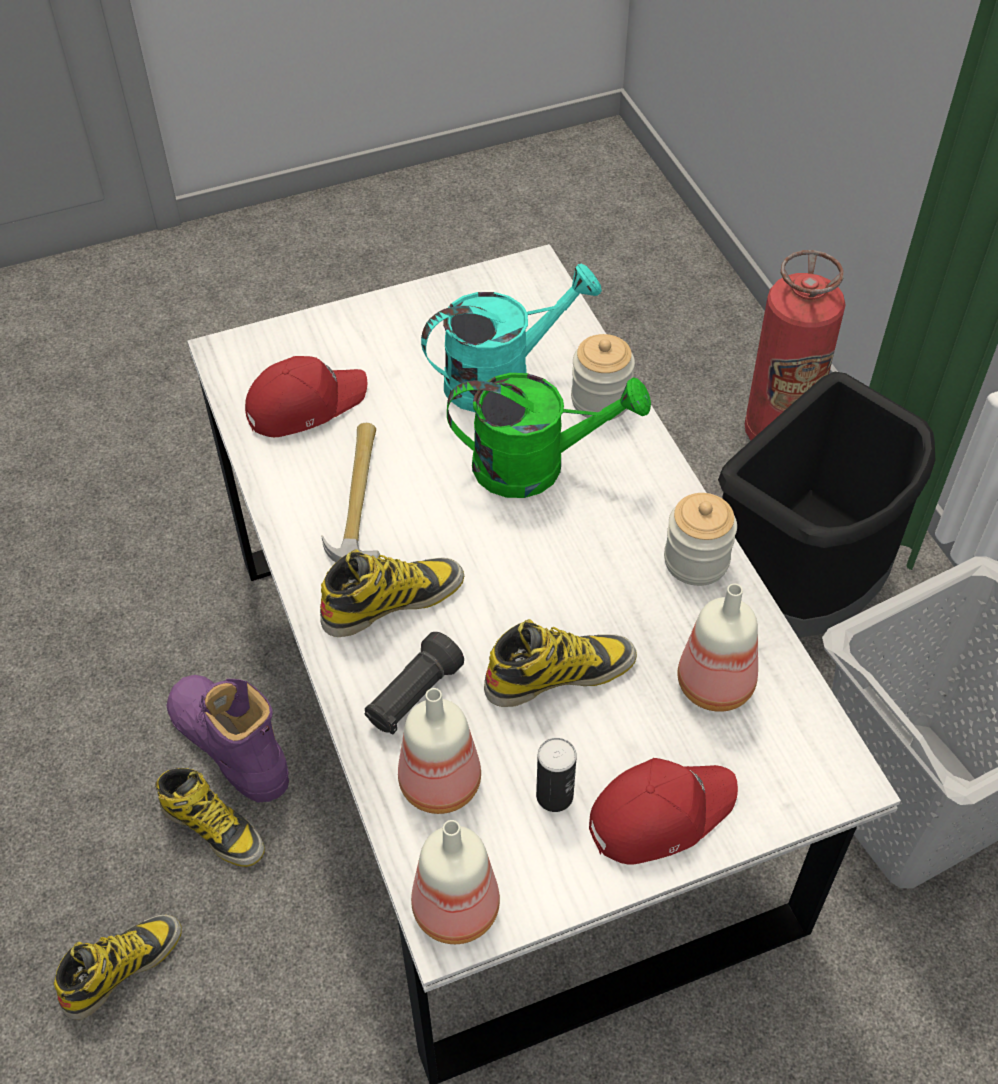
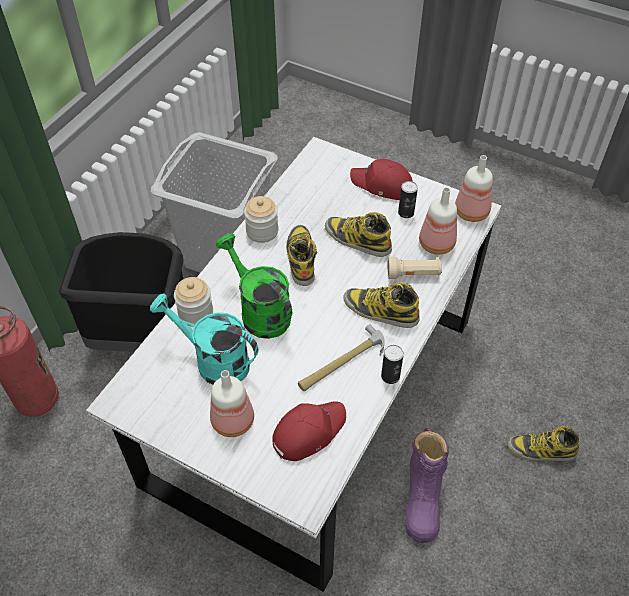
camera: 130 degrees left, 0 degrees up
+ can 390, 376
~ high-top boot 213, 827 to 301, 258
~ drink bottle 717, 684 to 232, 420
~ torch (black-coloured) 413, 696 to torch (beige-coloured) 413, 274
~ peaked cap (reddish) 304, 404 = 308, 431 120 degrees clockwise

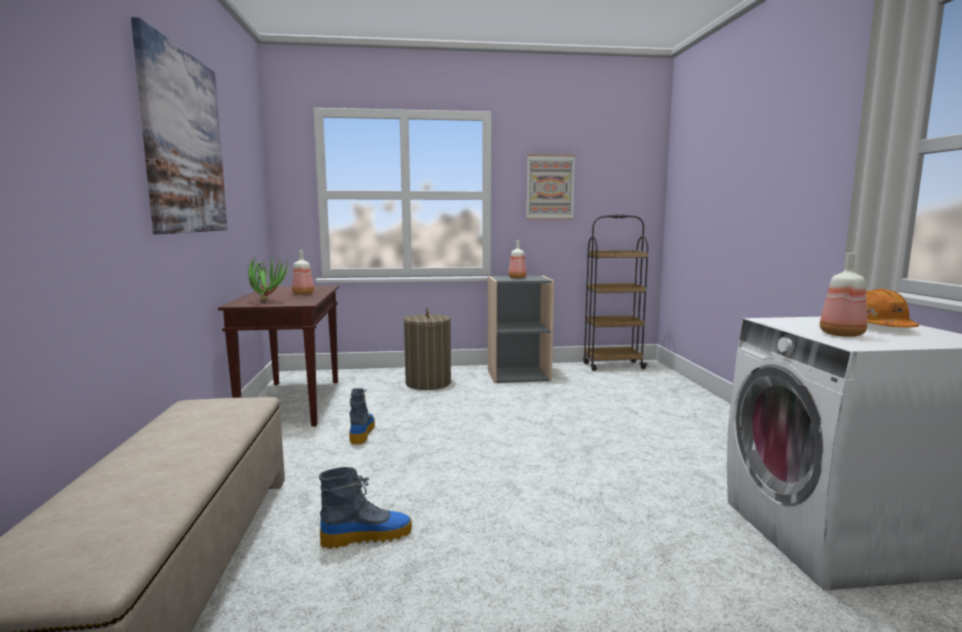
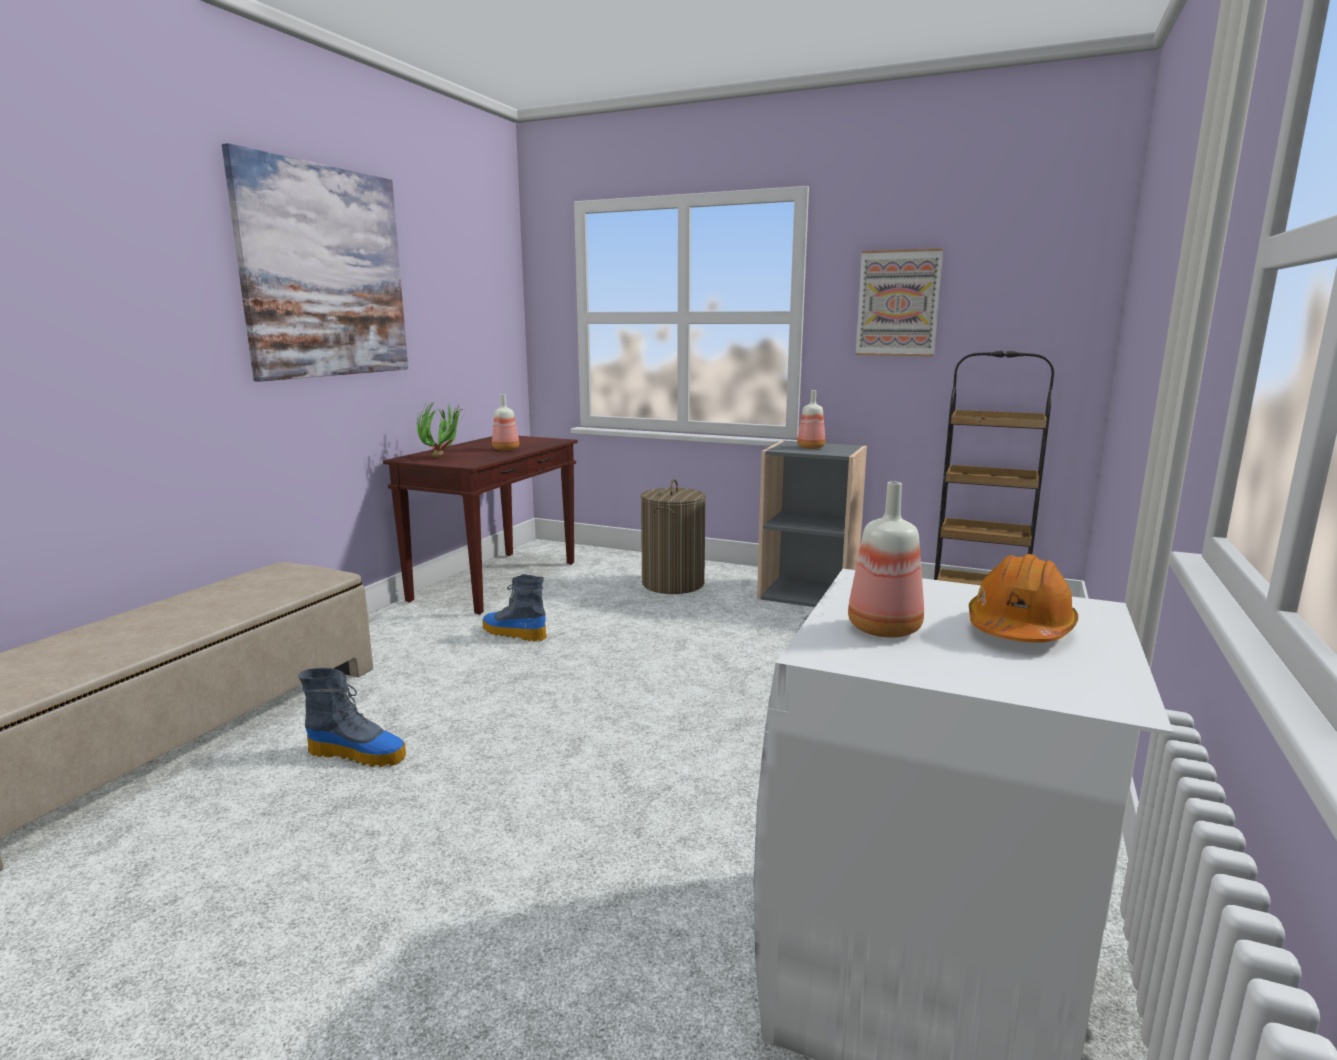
camera: 30 degrees right, 5 degrees up
~ high-top boot 361, 433 = 513, 633 90 degrees counterclockwise

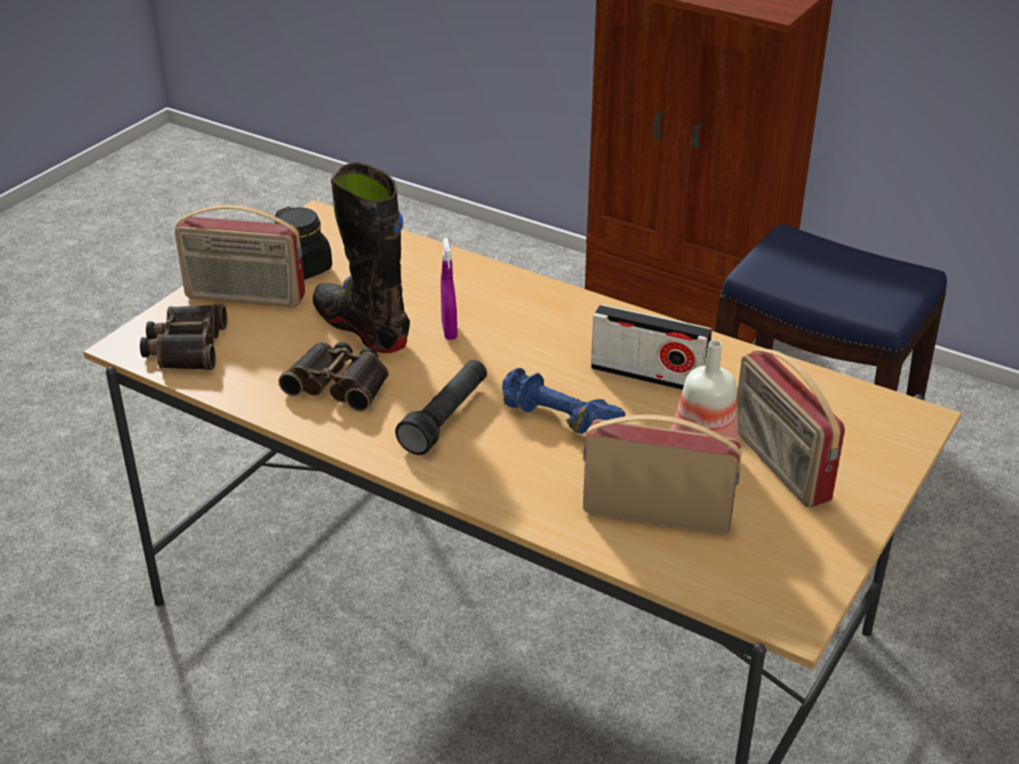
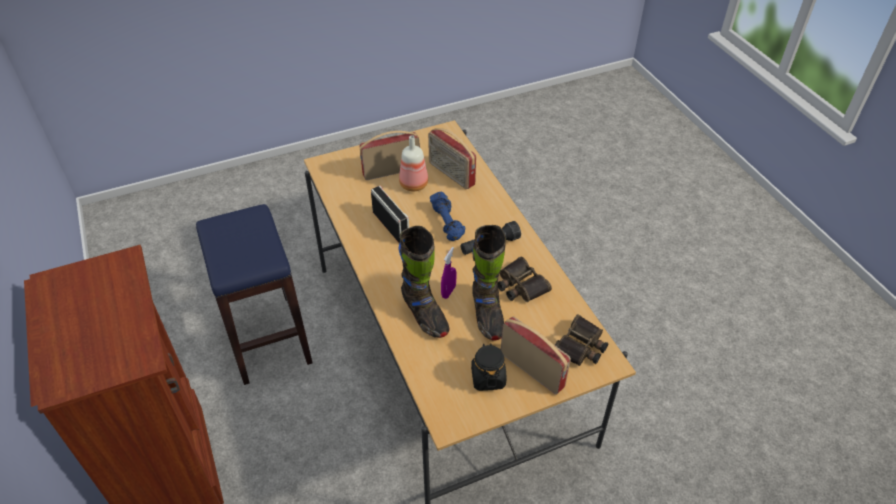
camera: 145 degrees left, 10 degrees up
+ high-top boot (black-coloured) 424, 315
~ radio receiver 778, 465 = 391, 171 120 degrees counterclockwise

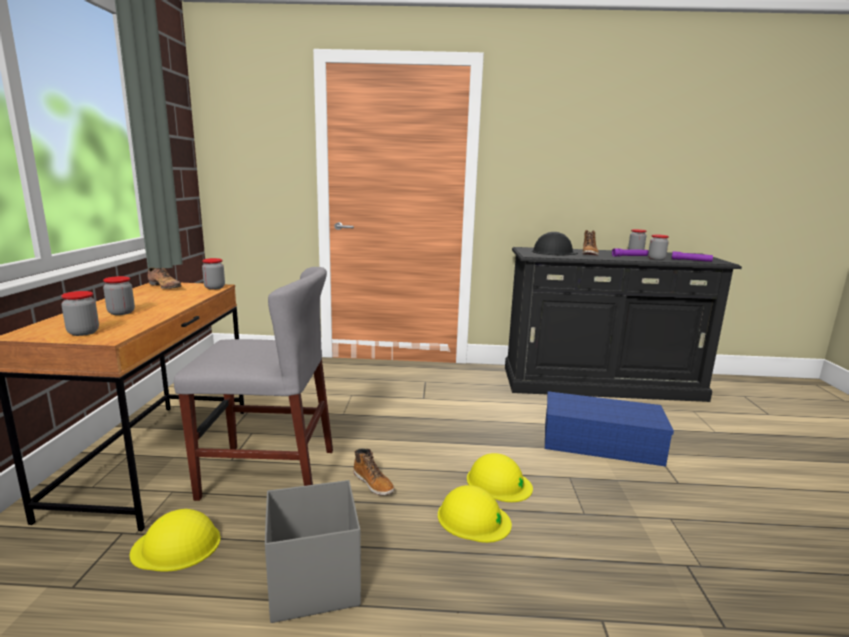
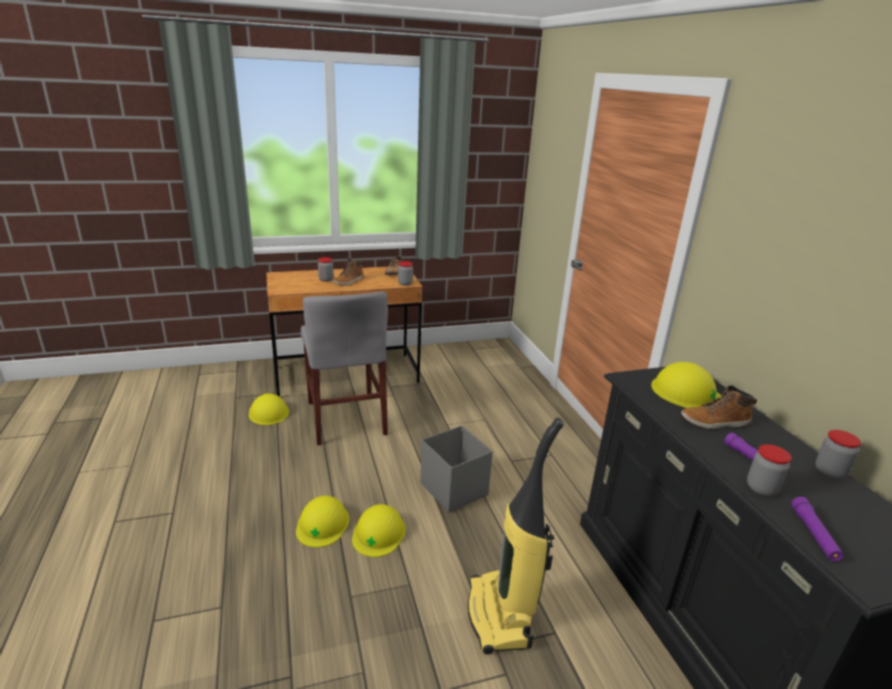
camera: 70 degrees right, 10 degrees up
- storage jar 83, 332
~ storage bin (gray) 312, 583 to 453, 488
~ high-top boot 373, 483 to 349, 281
~ storage bin (blue-coloured) 602, 443 to vacuum 501, 615
~ hard hat (black-coloured) 554, 252 to hard hat (yellow) 686, 393

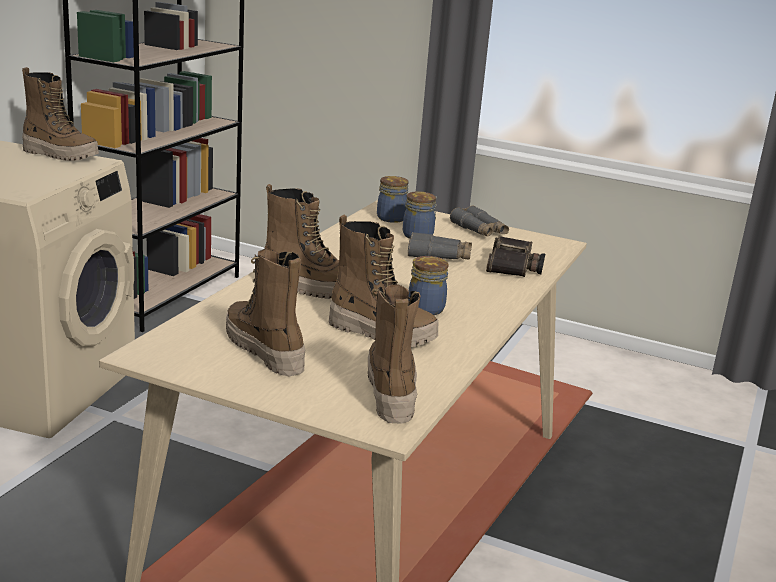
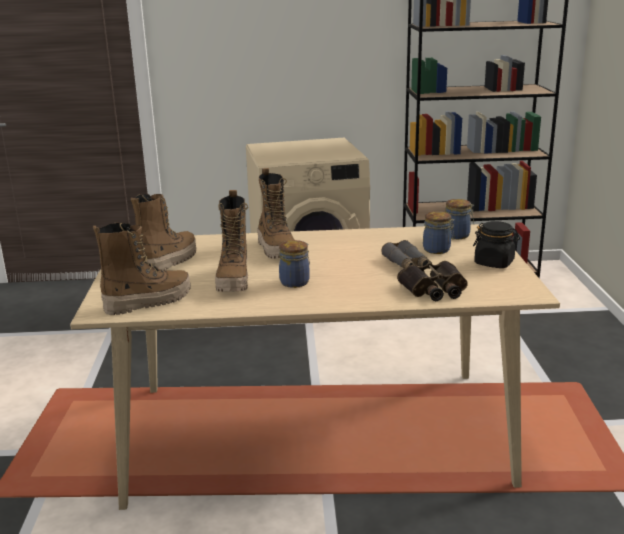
camera: 65 degrees right, 0 degrees up
- high-top boot 60, 155
~ field glasses (gray) 479, 230 to storage jar (black-coloured) 494, 263

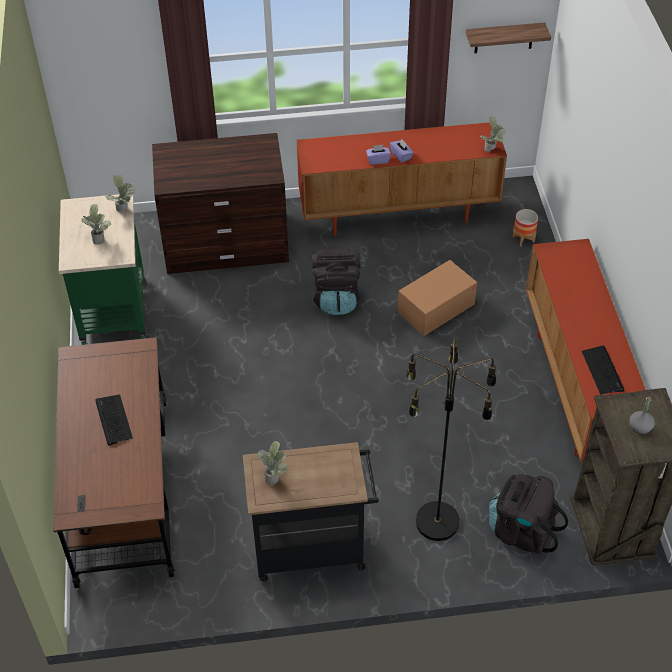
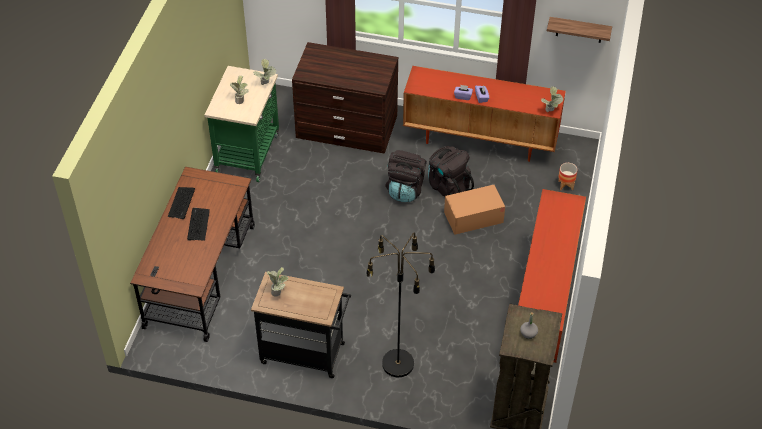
camera: 20 degrees right, 0 degrees up
~ knapsack (black-coloured) 522, 531 to 448, 186
~ keyboard 602, 370 to 181, 203

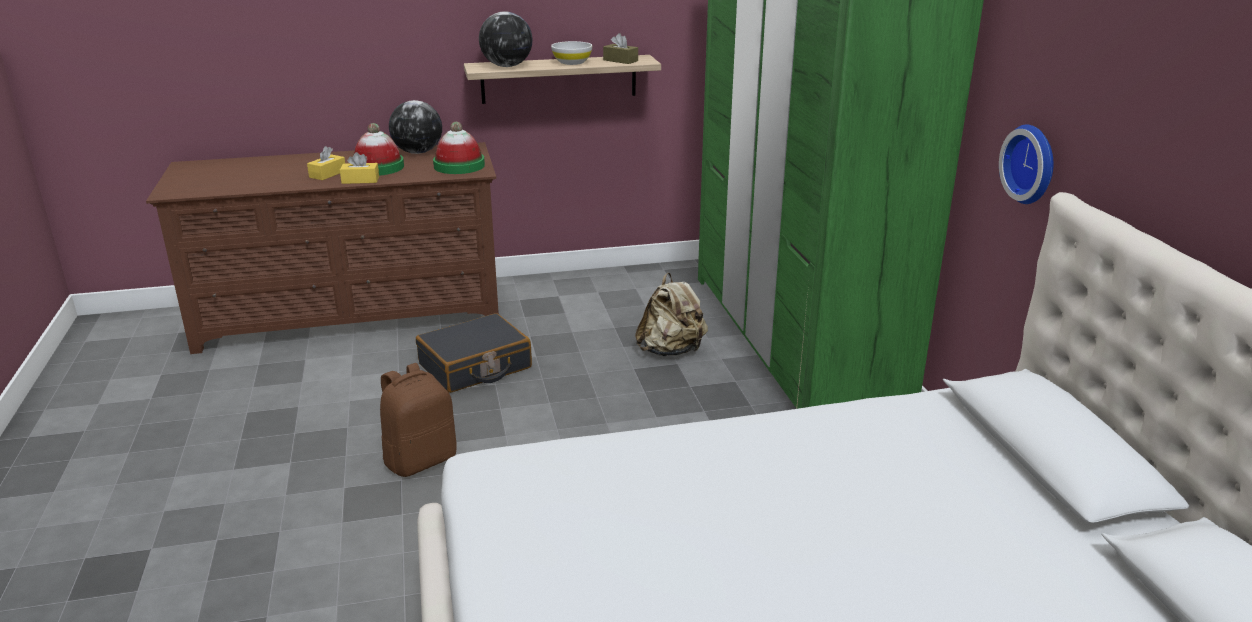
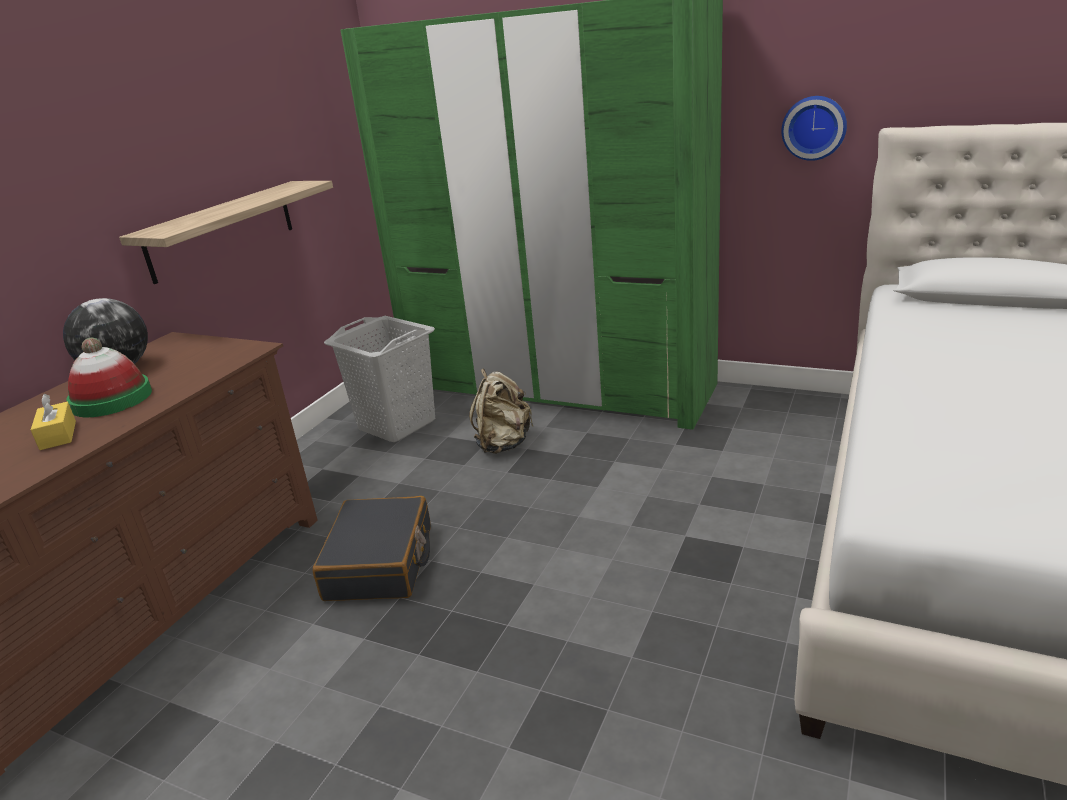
camera: 50 degrees left, 0 degrees up
- tissue box (yellow) 360, 180
- knapsack (brownish) 420, 460
- wearable hat 459, 166
- desk globe 506, 66
- bowl (white-coloured) 572, 62
- tissue box (brownish) 620, 60
+ washing basket (gray) 397, 424

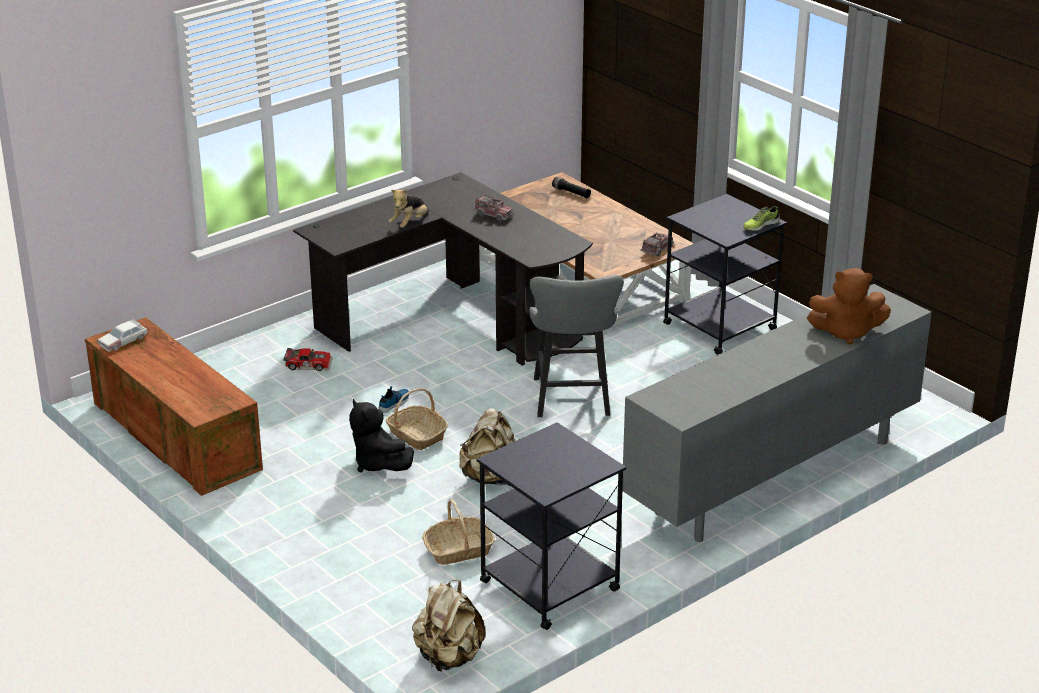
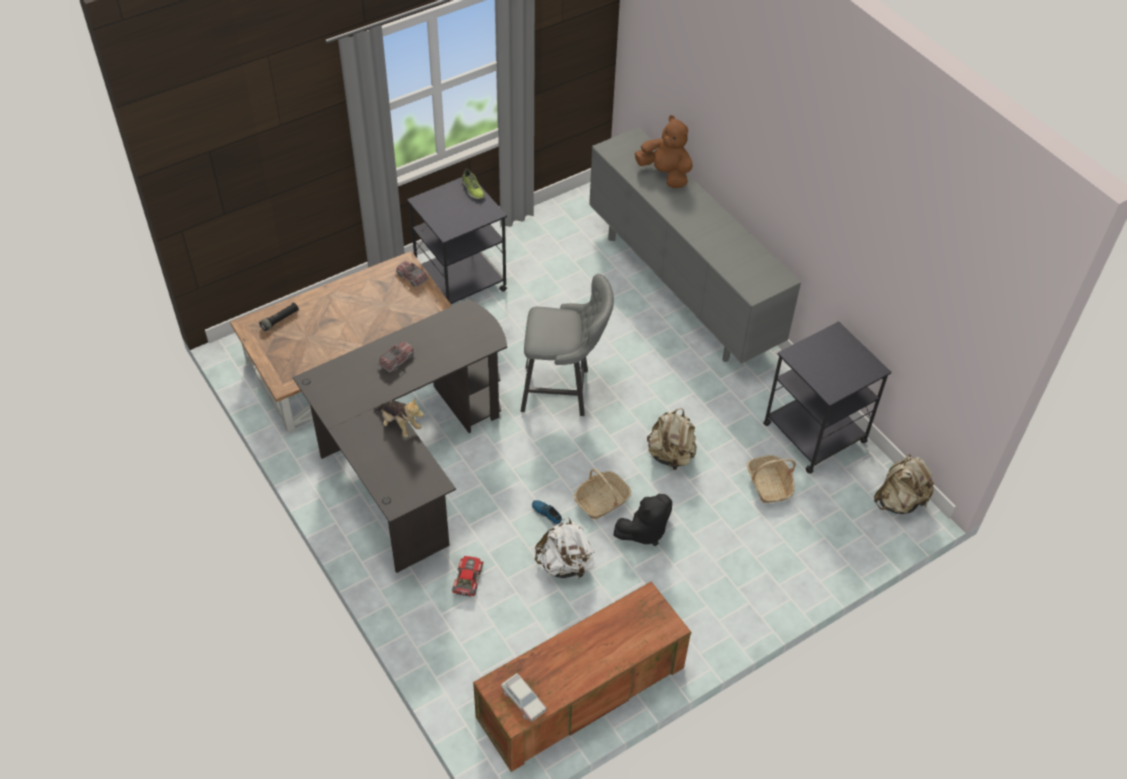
camera: 85 degrees left, 20 degrees up
+ knapsack (white-coloured) 565, 565
~ plush toy (brownish) 846, 332 = 665, 174 60 degrees counterclockwise

